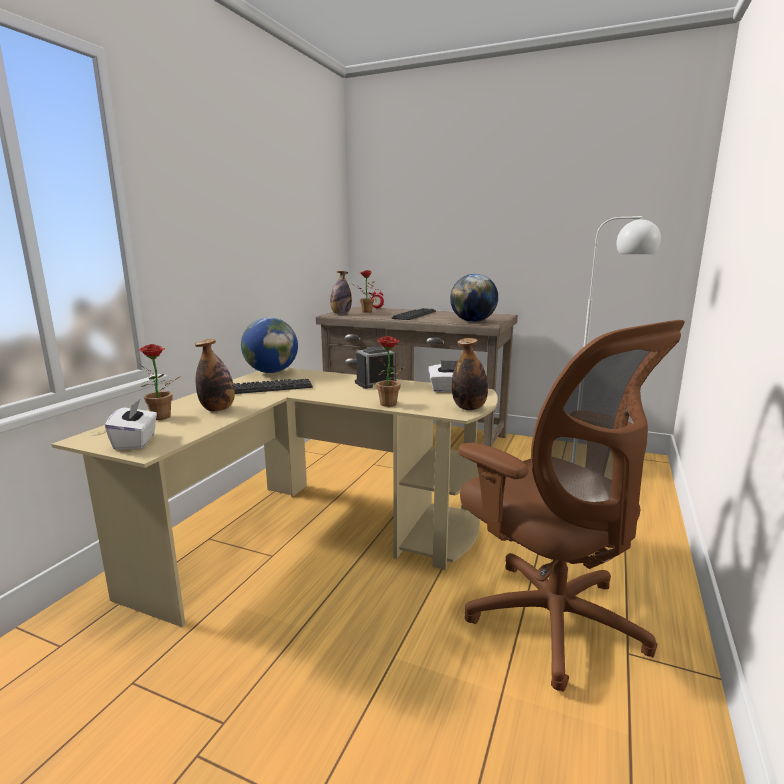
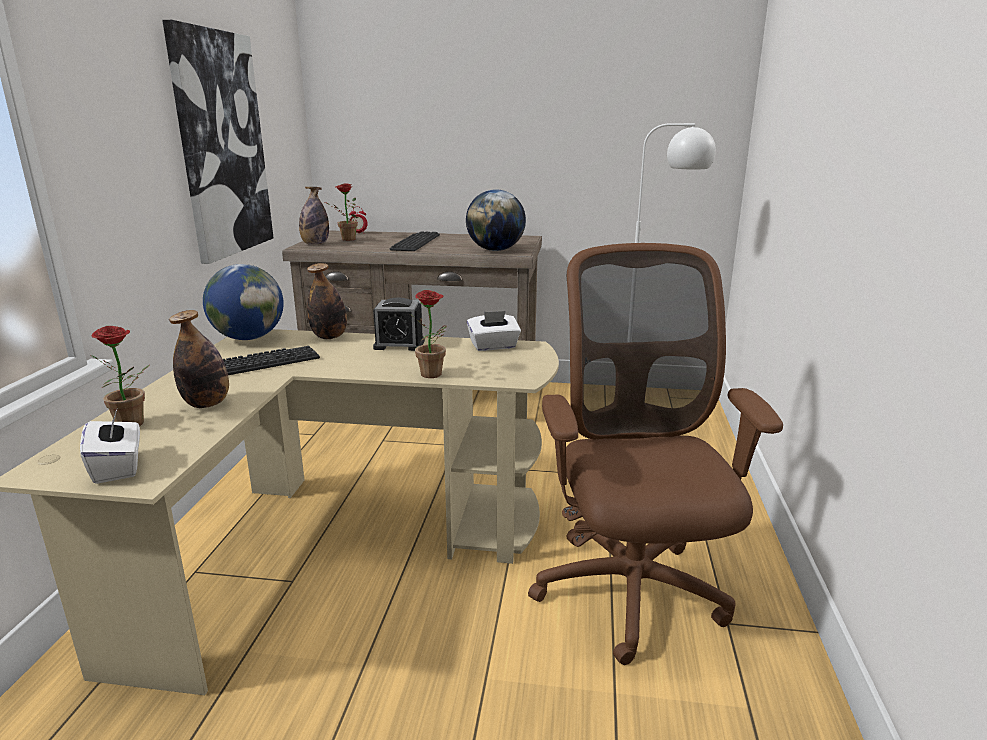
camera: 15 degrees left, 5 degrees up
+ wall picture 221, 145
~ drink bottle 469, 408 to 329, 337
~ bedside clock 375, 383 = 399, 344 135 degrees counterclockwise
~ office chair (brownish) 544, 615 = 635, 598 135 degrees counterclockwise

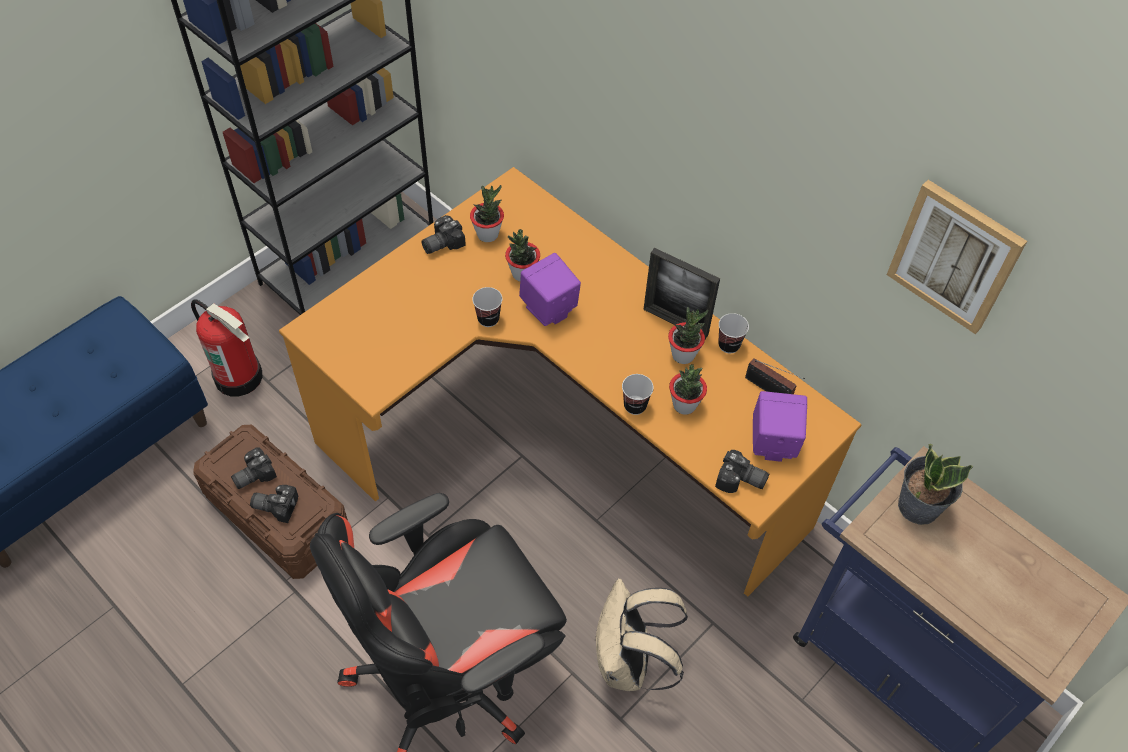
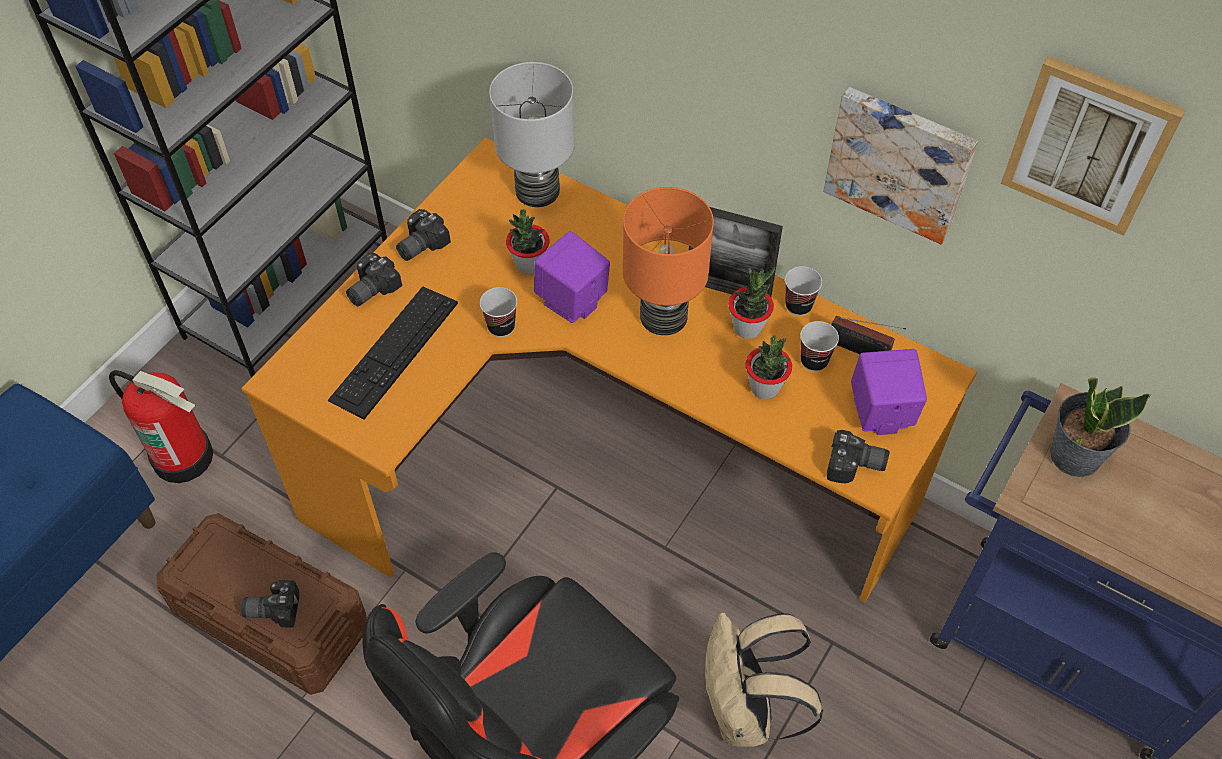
camera: 10 degrees left, 0 degrees up
- plant in a pot 488, 234
+ keyboard 394, 351
+ table lamp (gray) 538, 191
+ table lamp (orange) 664, 317
+ wall picture 900, 162
~ still camera 252, 474 to 370, 289
~ cup 635, 406 to 814, 361

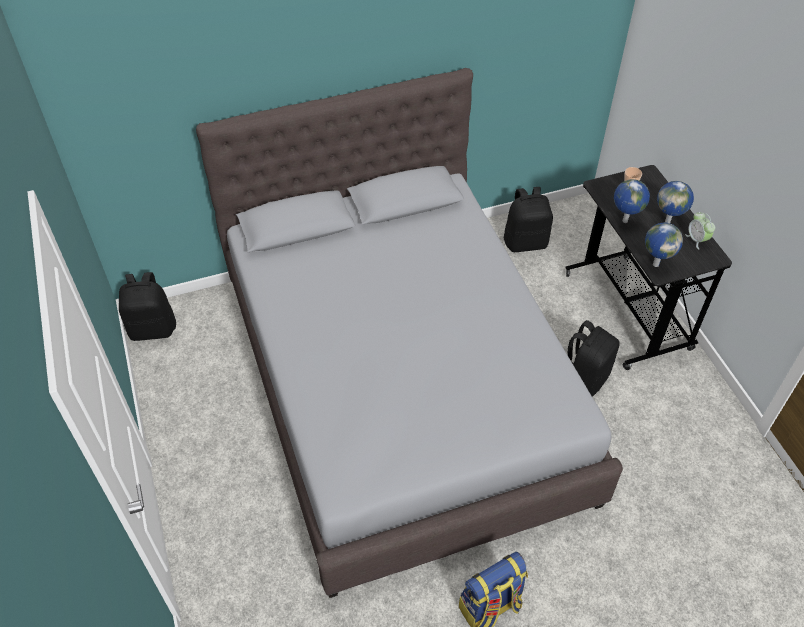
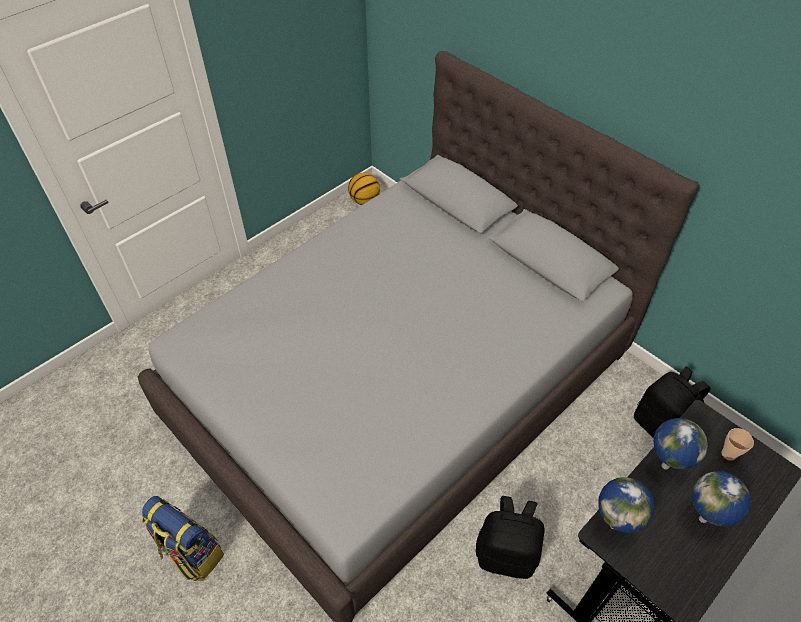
camera: 65 degrees right, 0 degrees up
- bedside clock 697, 240
~ knapsack (black-coloured) 153, 328 to ball for basketball 364, 200

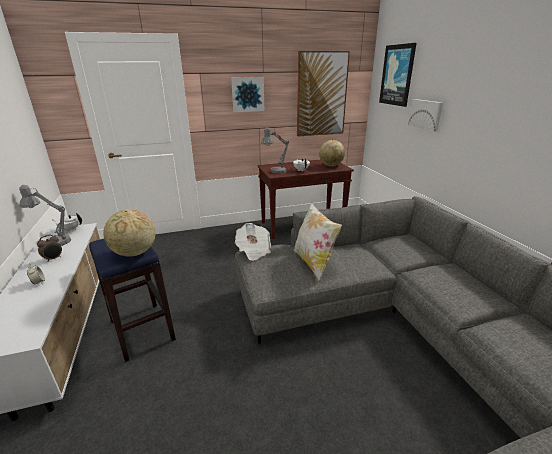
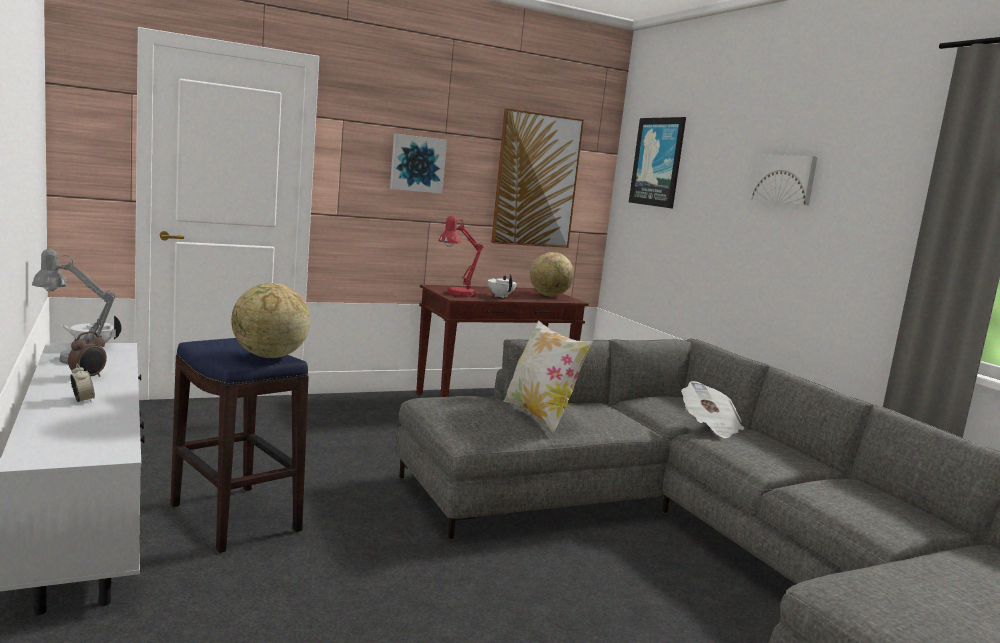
camera: 10 degrees left, 15 degrees down
~ newspaper 253, 250 to 709, 426
~ wall picture 425, 114 to 785, 179
~ table lamp (gray) 275, 172 to table lamp (reddish) 456, 294

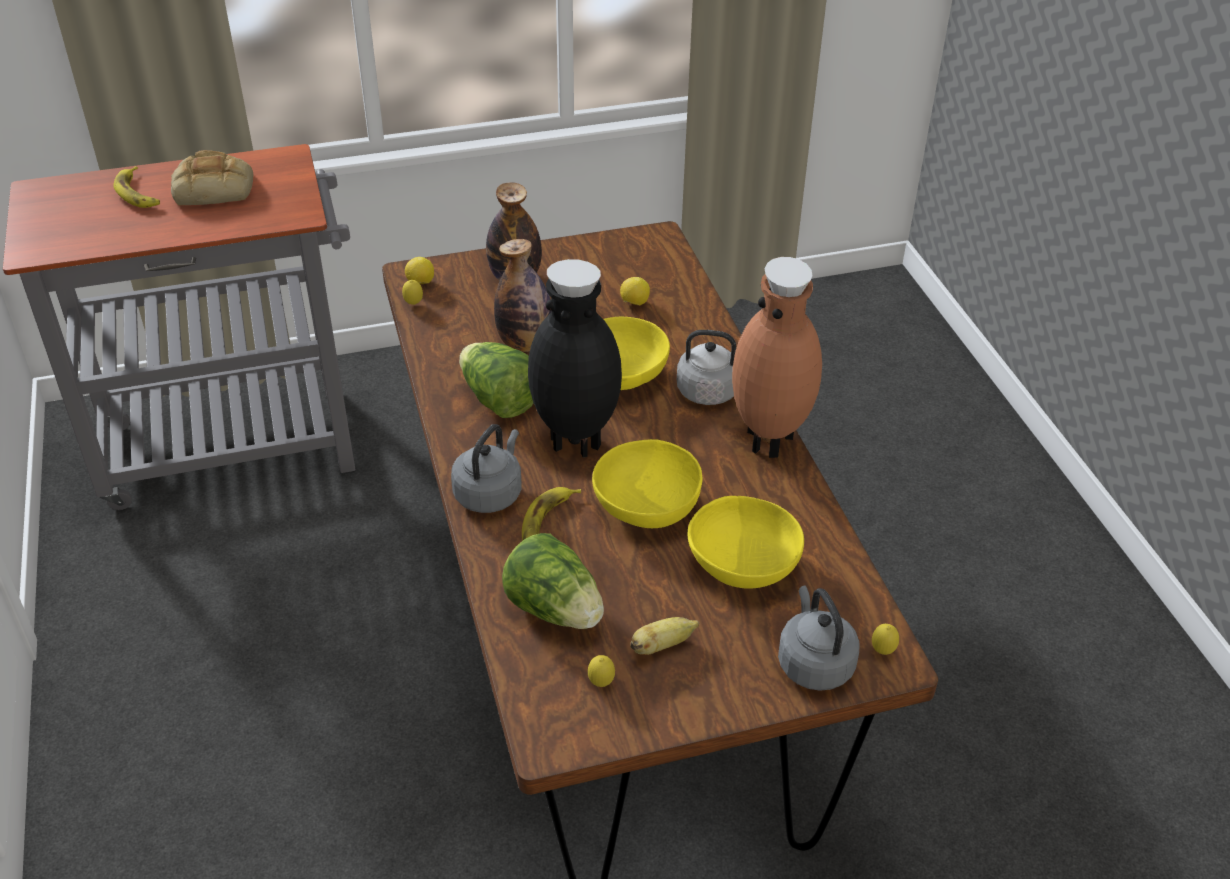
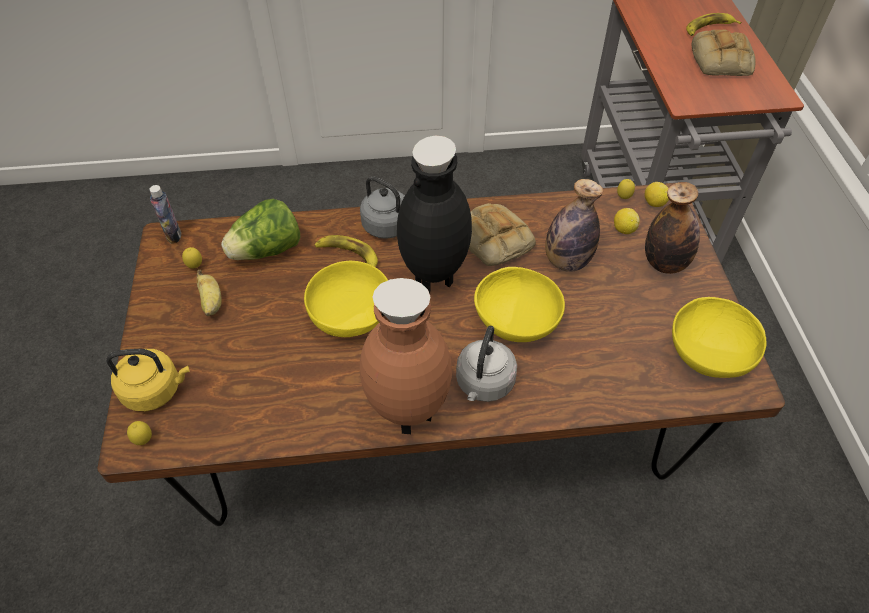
camera: 100 degrees right, 10 degrees up
+ drink bottle 173, 235
~ citrus fruit 634, 303 to 623, 229
~ bowl (yellow) 743, 565 to 708, 353
~ lettuce 499, 400 to baked bread 493, 239
~ water kettle (gray) 813, 663 to water kettle (yellow) 156, 390

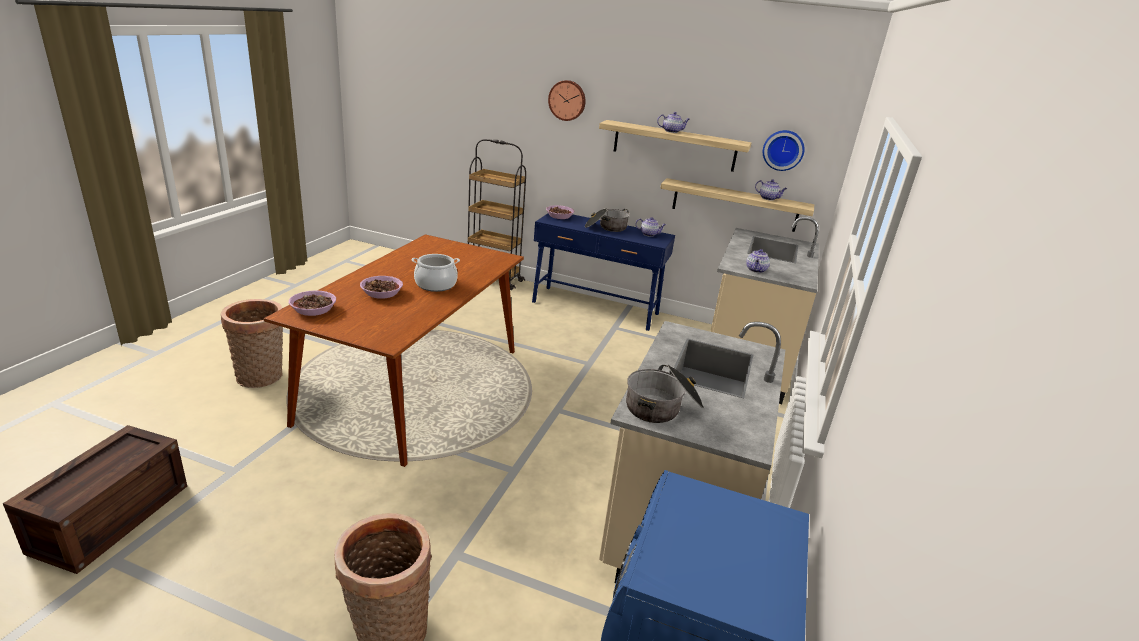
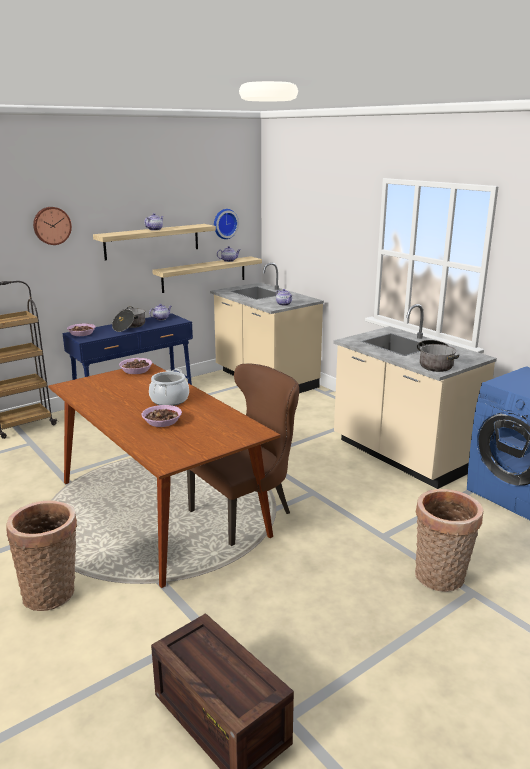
camera: 55 degrees left, 5 degrees down
+ chair (brownish) 245, 513
~ bowl 313, 309 to 136, 370

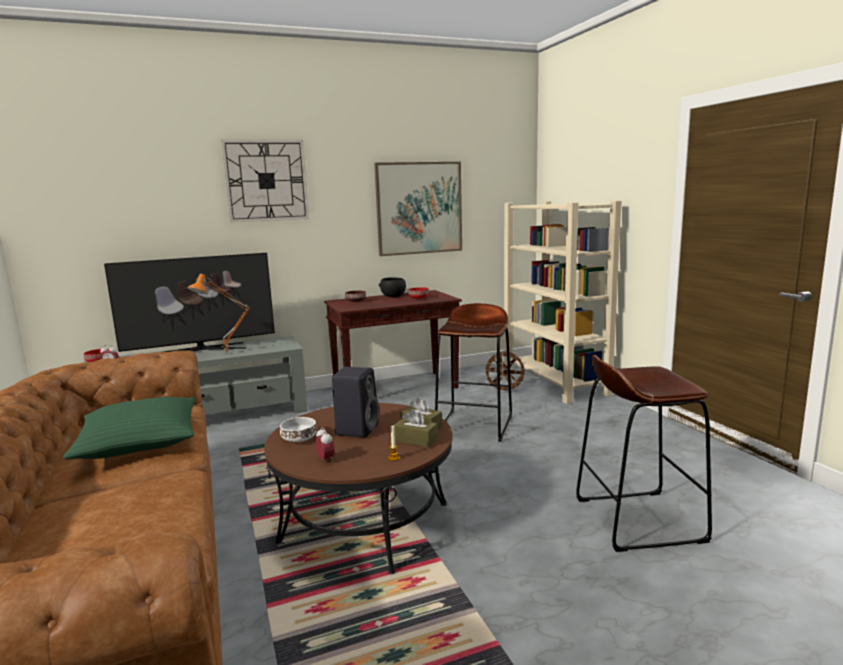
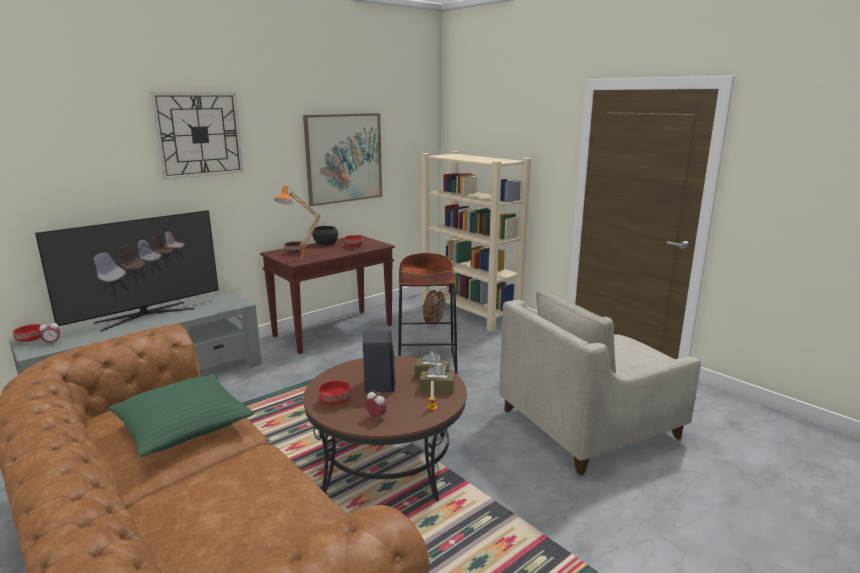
camera: 20 degrees left, 5 degrees up
~ table lamp (orange) 226, 354 to 303, 259
~ sitting stool (brownish) 638, 519 to easy chair (beige-coloured) 591, 424
~ bowl (white-coloured) 299, 439 to bowl (reddish) 335, 401
~ cooling fan (brownish) 505, 391 = 434, 324 45 degrees counterclockwise

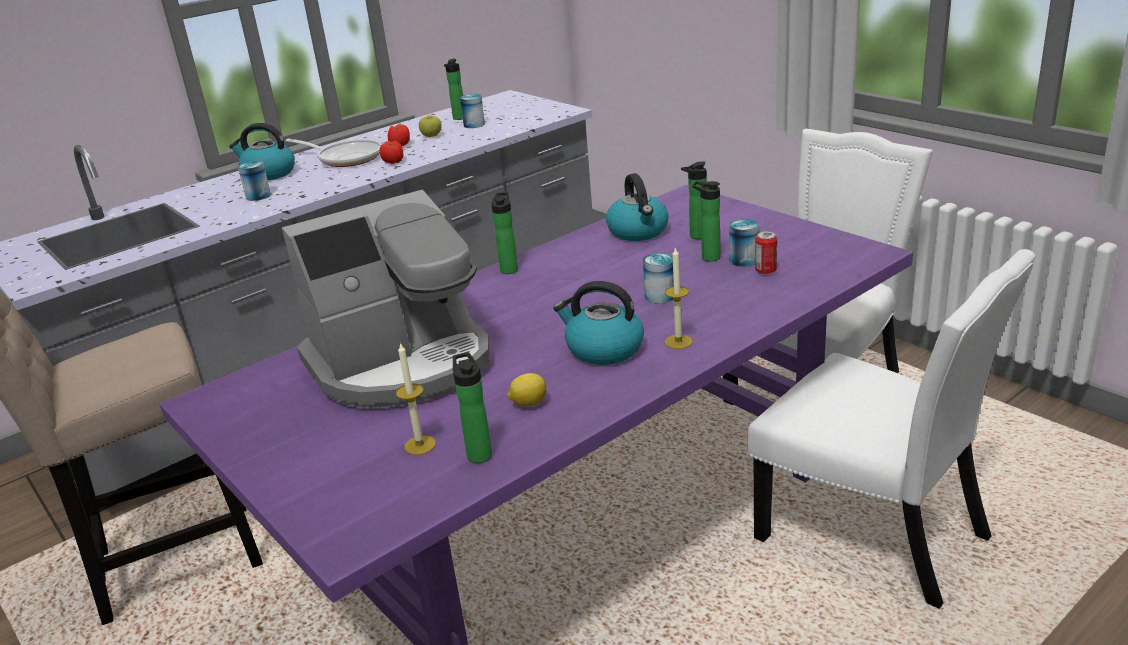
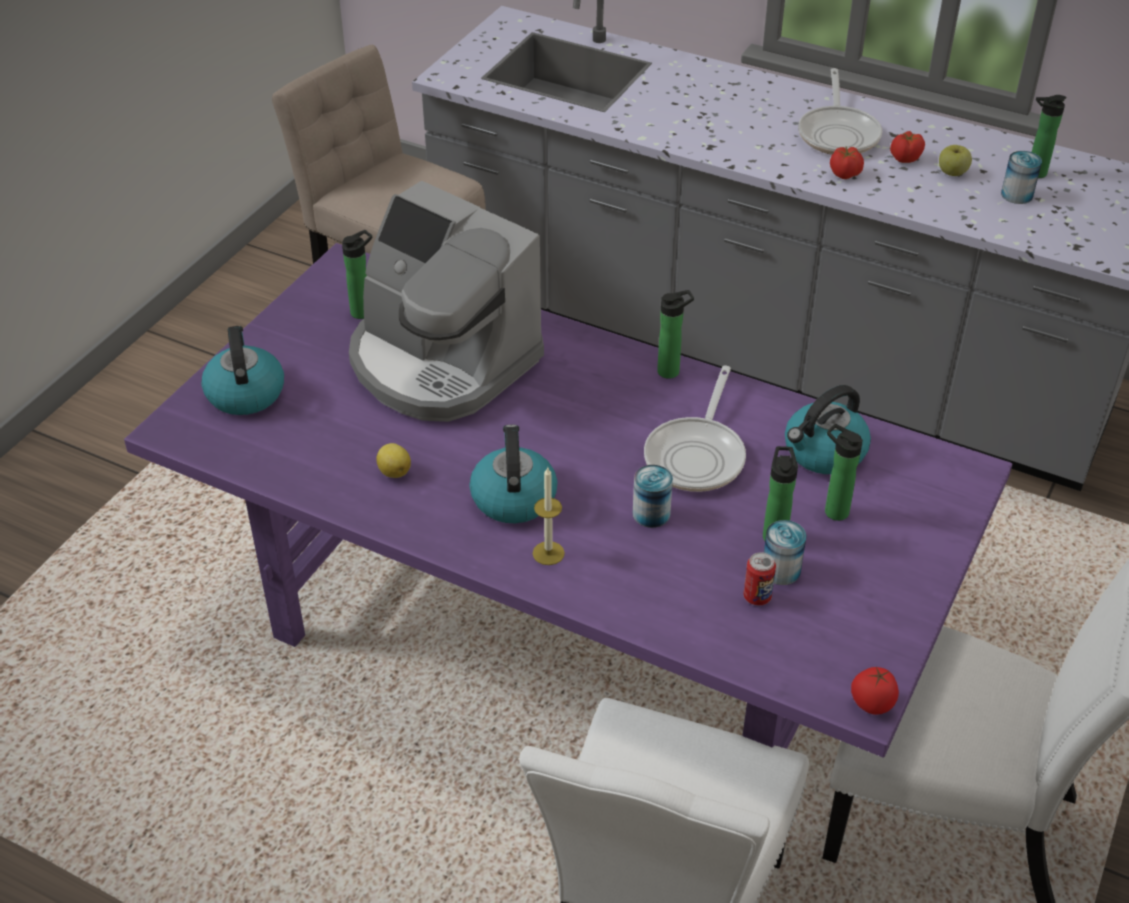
camera: 65 degrees right, 15 degrees up
- can 258, 196
- wax light 420, 445
+ pan 697, 455
+ fresh tomato 871, 704
~ water kettle 268, 174 to 245, 393
~ drink bottle 478, 453 to 364, 311

